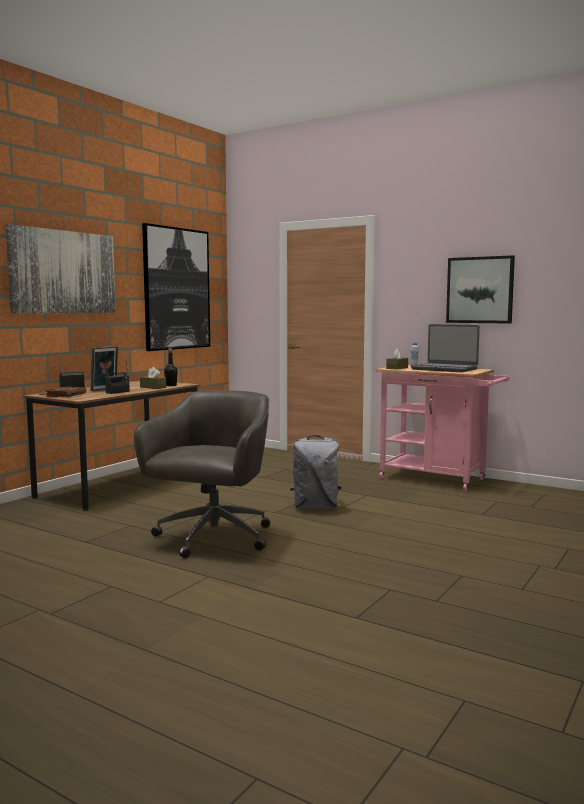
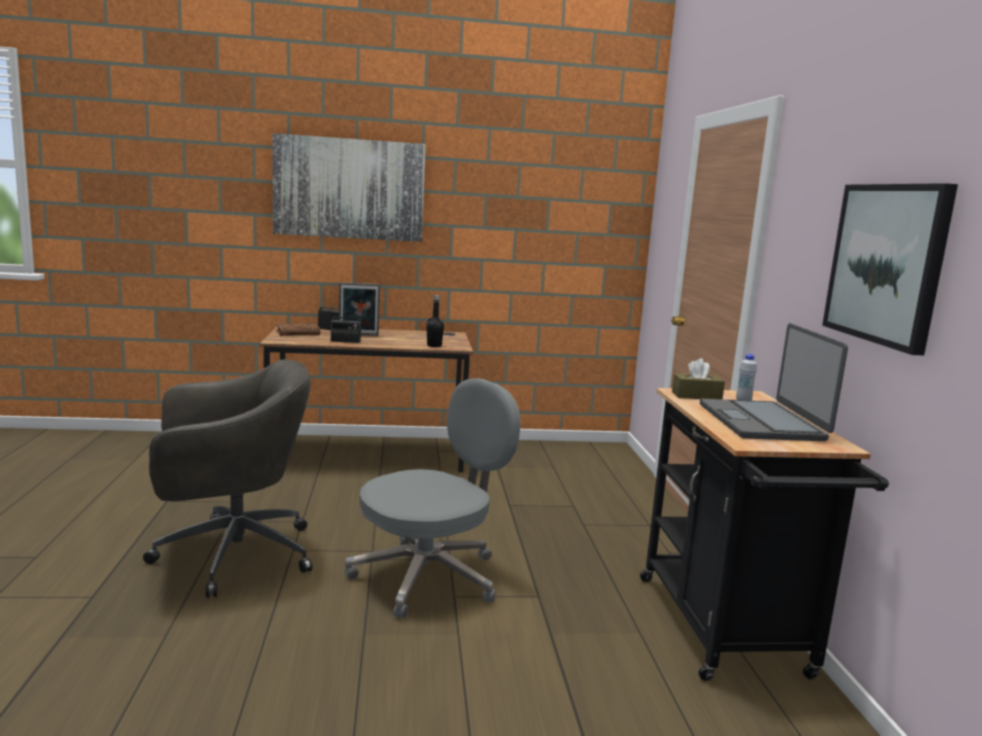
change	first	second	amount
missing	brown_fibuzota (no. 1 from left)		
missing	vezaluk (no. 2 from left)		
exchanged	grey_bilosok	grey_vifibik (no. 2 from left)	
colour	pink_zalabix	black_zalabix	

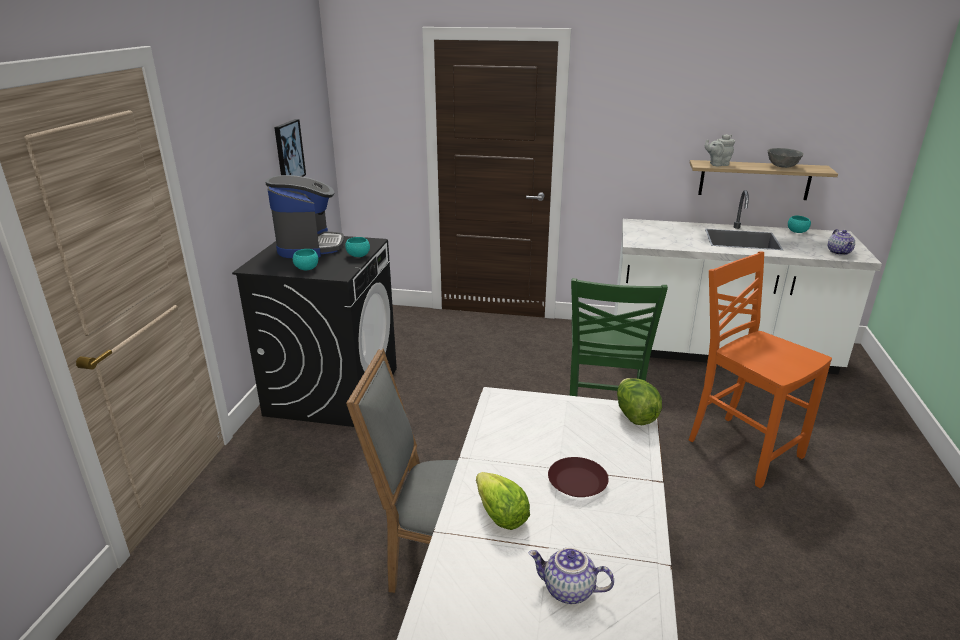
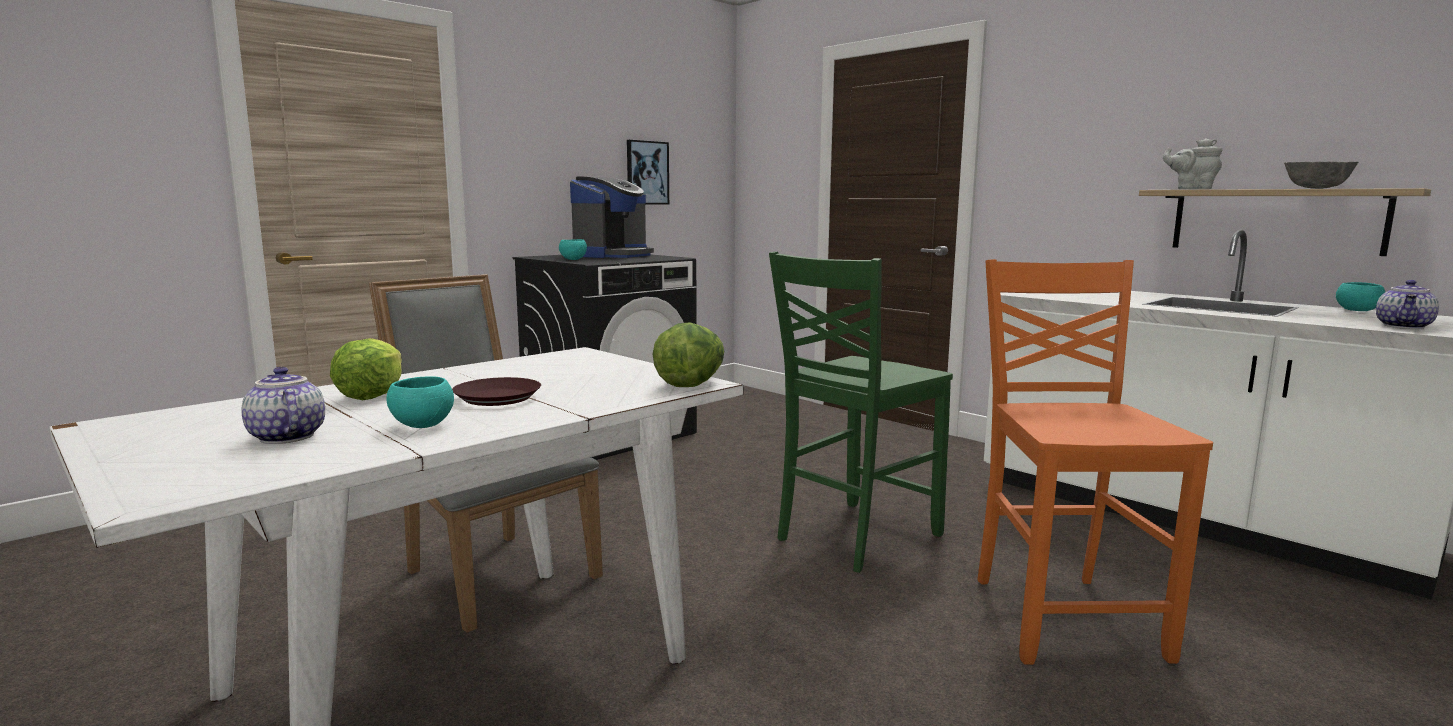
change	first	second	amount
relocated	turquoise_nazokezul (no. 2 from left in the first image)	turquoise_nazokezul (no. 1 from left)	

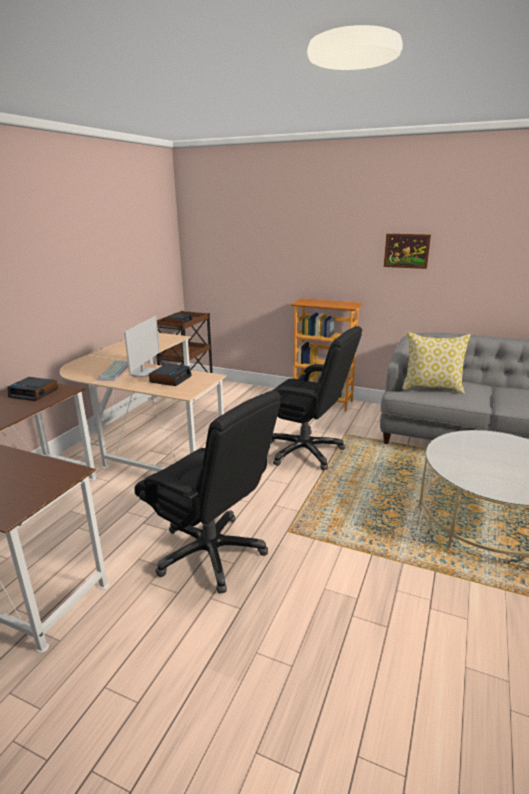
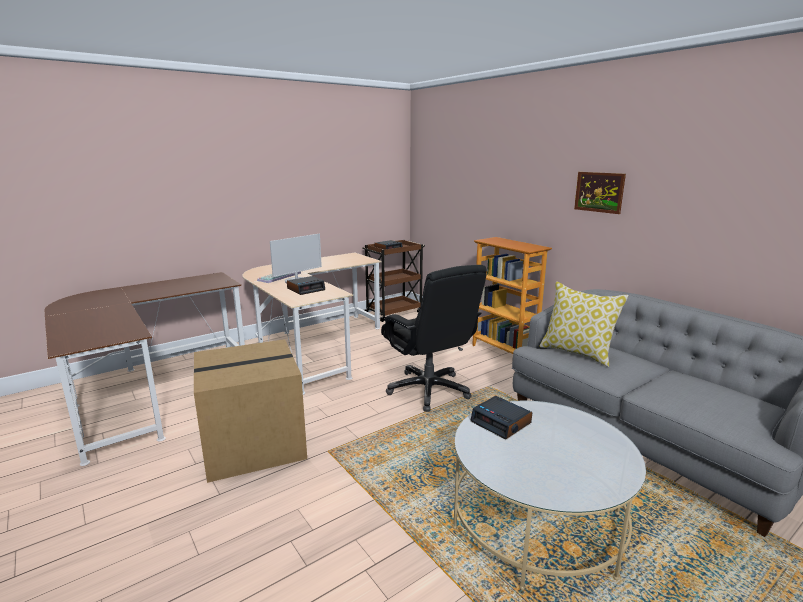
change	first	second	amount
relocated	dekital (no. 1 from left in the first image)	dekital (no. 3 from left)	
exchanged	black_vifibik (no. 1 from left)	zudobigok	

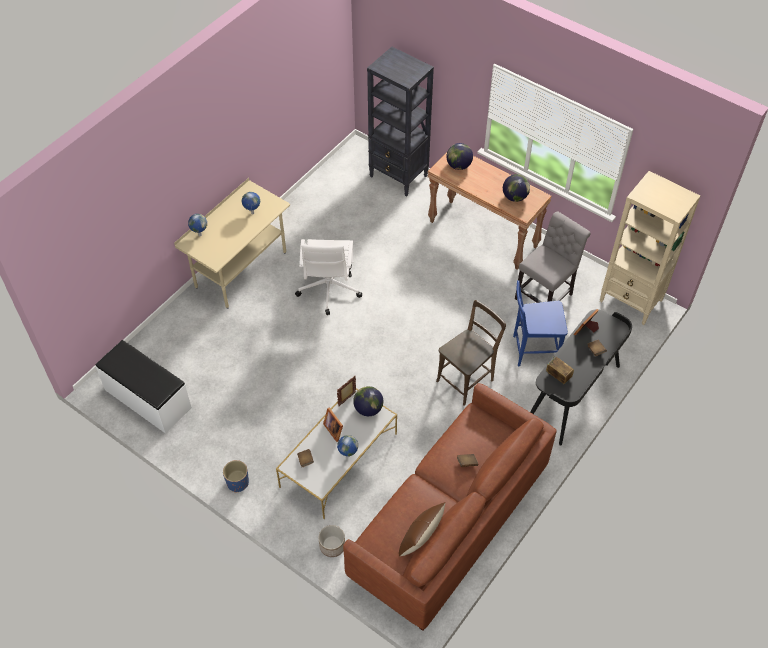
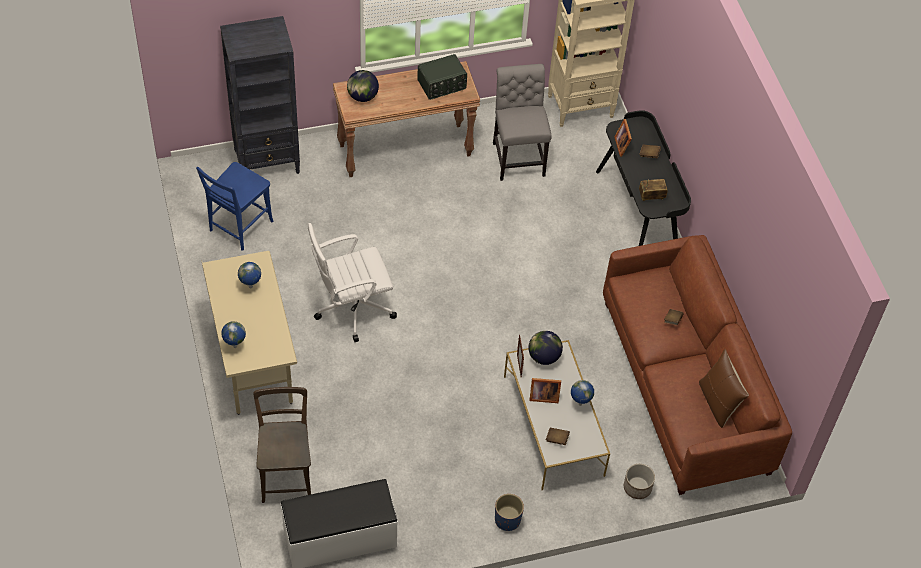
change	first	second	amount
relocated	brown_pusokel		
relocated	blue_pusokel		
exchanged	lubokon (no. 6 from left)	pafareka (no. 1 from left)	
spun	white_vifibik		120 degrees clockwise

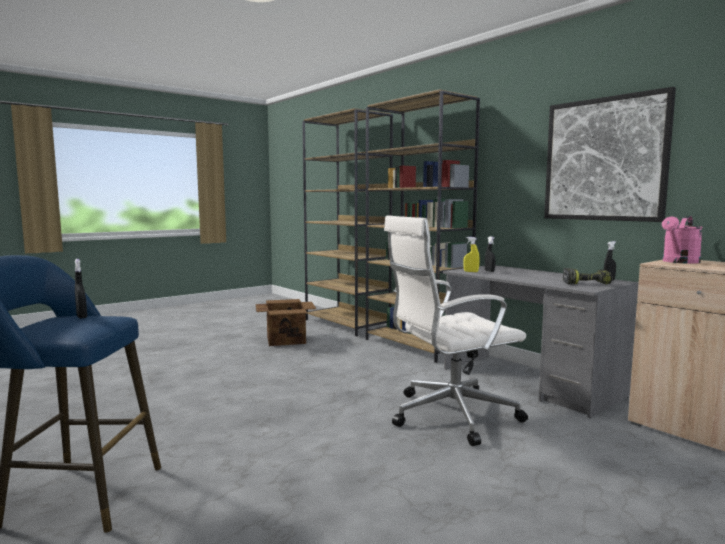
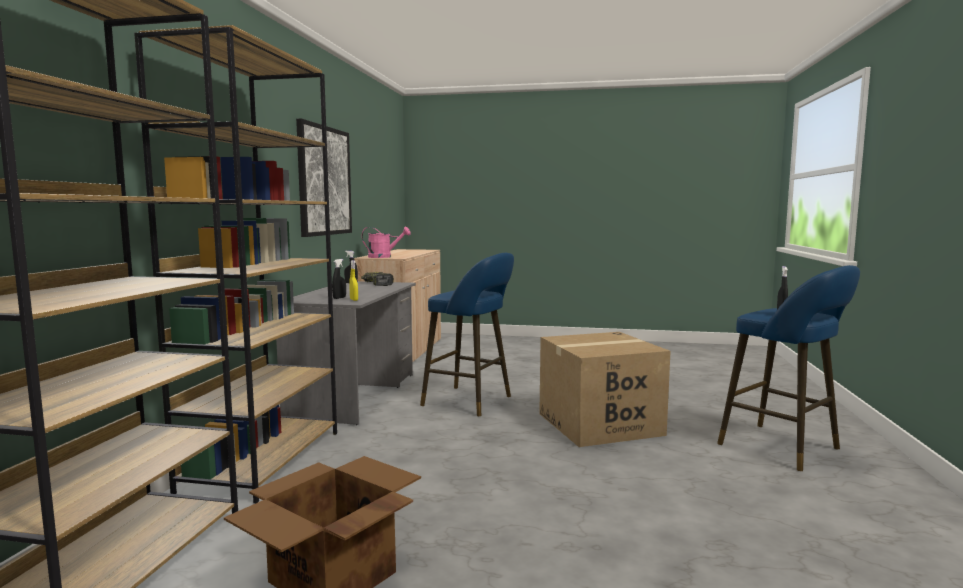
change	first	second	amount
appeared		zudobigok (no. 2 from left)	
exchanged	white_vifibik	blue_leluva (no. 1 from left)	

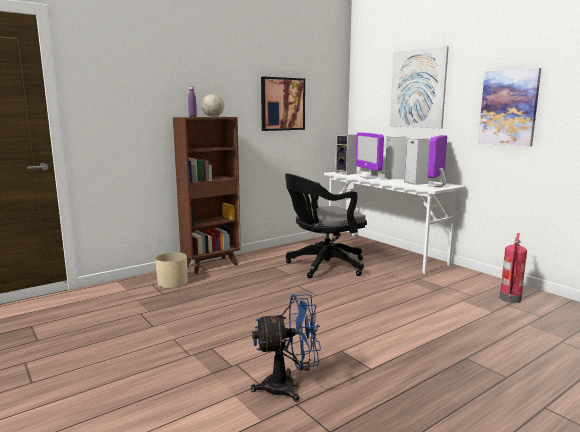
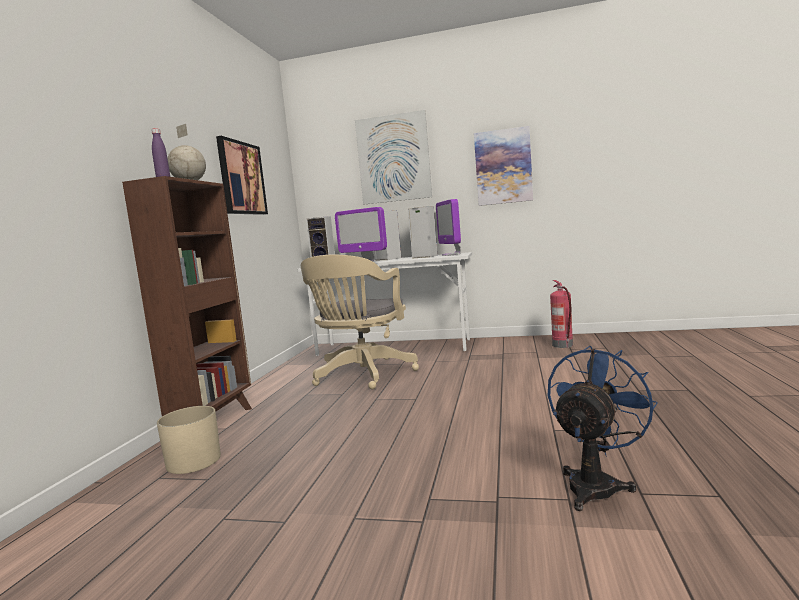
change	first	second	amount
colour	black_vifibik	beige_vifibik	

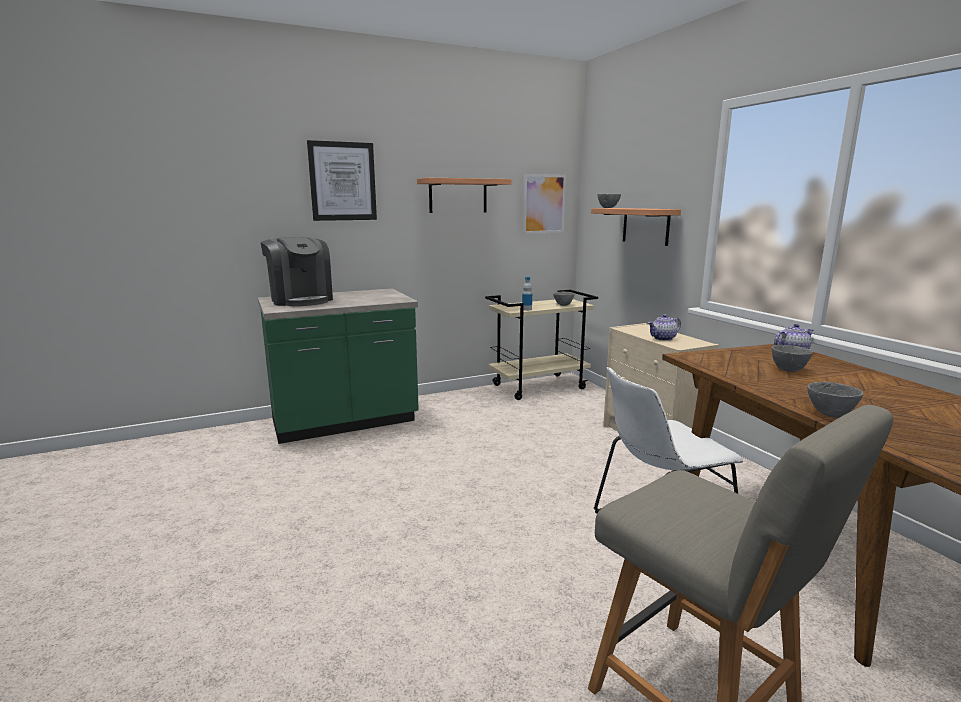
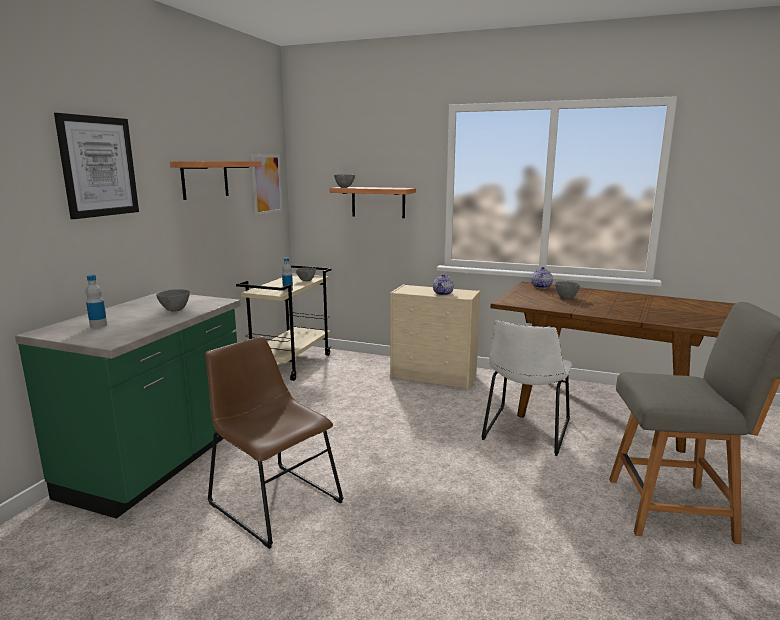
change	first	second	amount
appeared		brown_pusokel	
relocated	grey_nazokezul (no. 4 from left in the first image)	grey_nazokezul (no. 1 from left)	
exchanged	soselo	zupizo (no. 1 from left)	

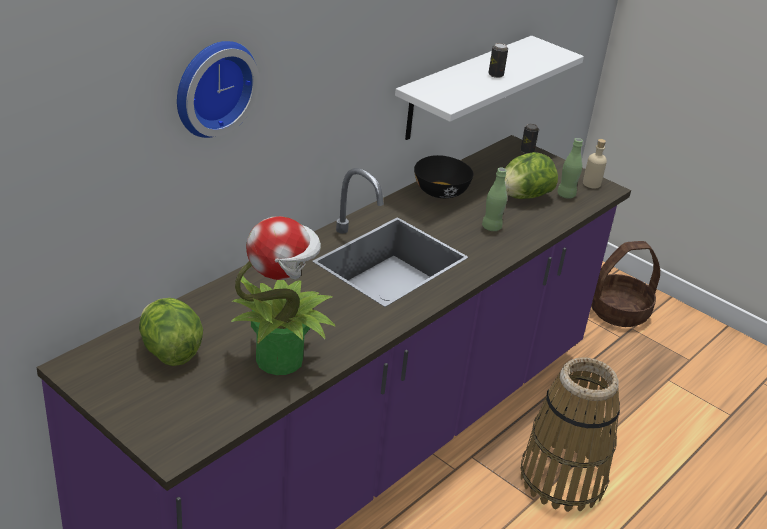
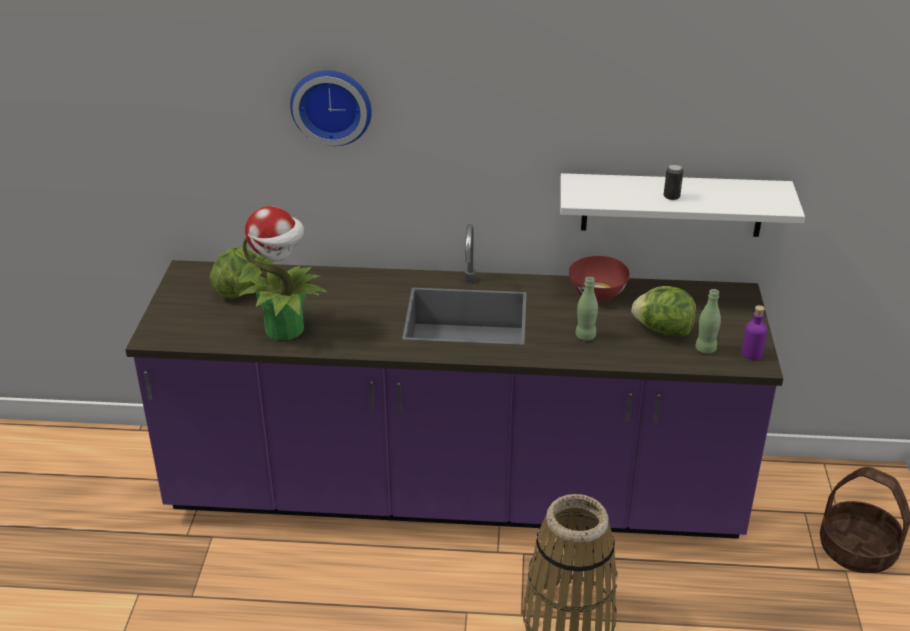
change	first	second	amount
missing	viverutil (no. 2 from left)		
colour	black_nazokezul	red_nazokezul	
colour	beige_zupizo	purple_zupizo	

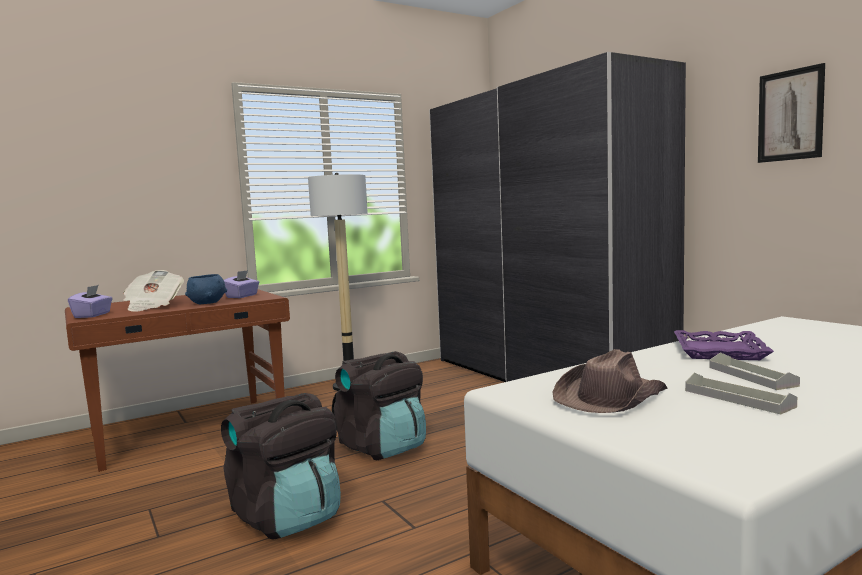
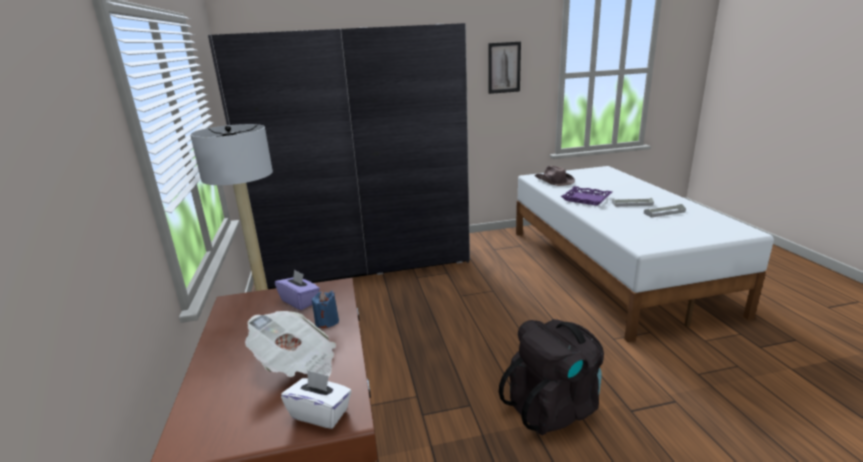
change	first	second	amount
missing	black_bilosok (no. 2 from left)		
relocated	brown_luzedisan		
exchanged	blue_nazokezul	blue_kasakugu	
colour	purple_fibuzota (no. 1 from left)	white_fibuzota	

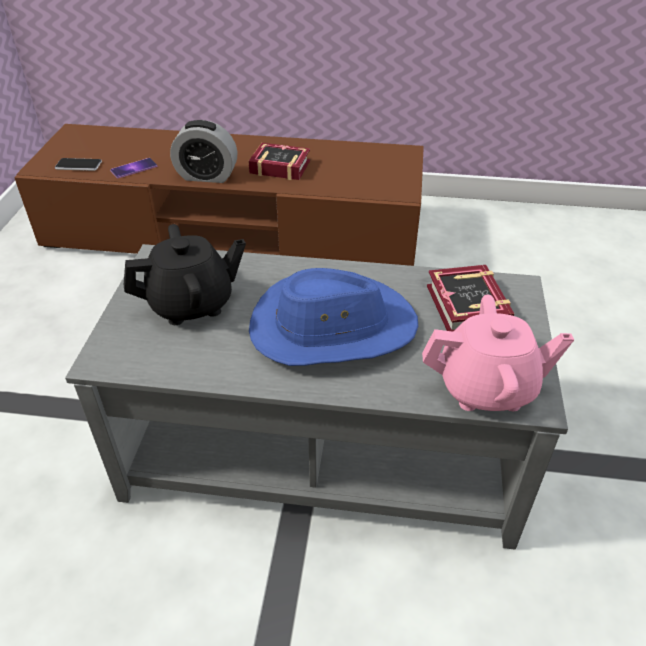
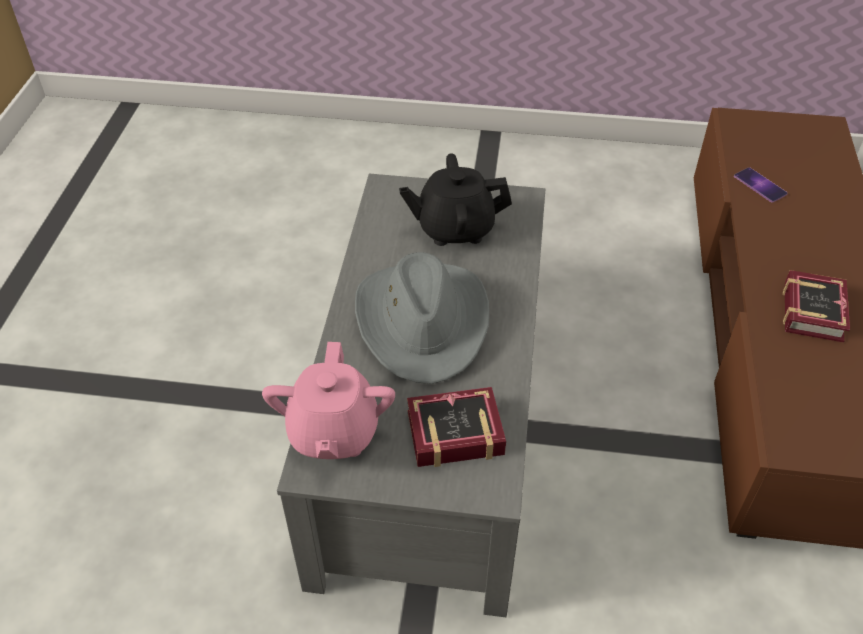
change	first	second	amount
missing	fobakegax (no. 1 from left)		
missing	dekital		
colour	blue_luzedisan	grey_luzedisan	
spun	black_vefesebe		105 degrees clockwise

